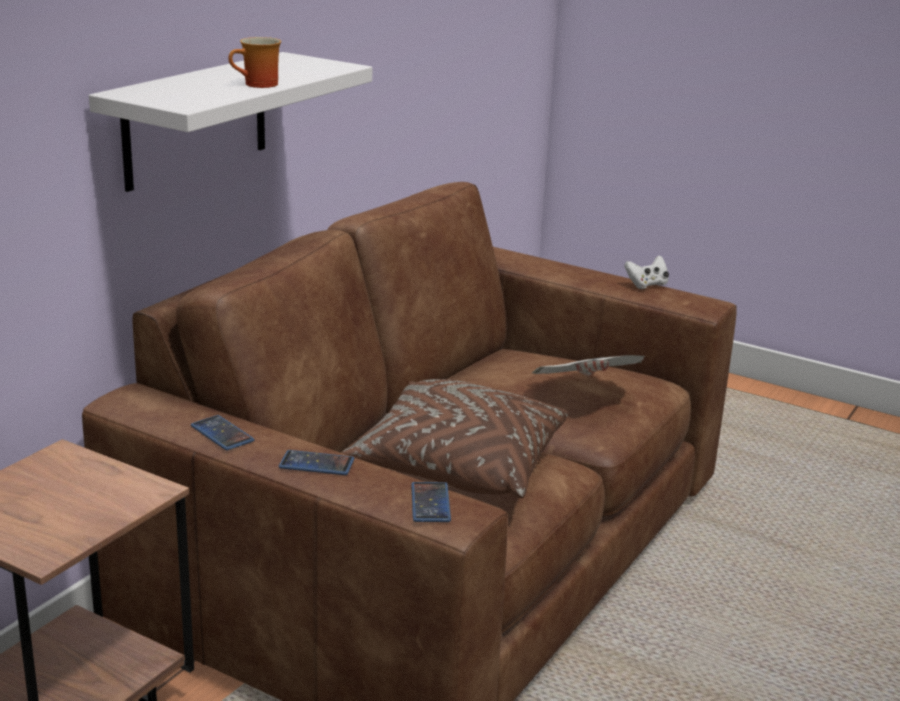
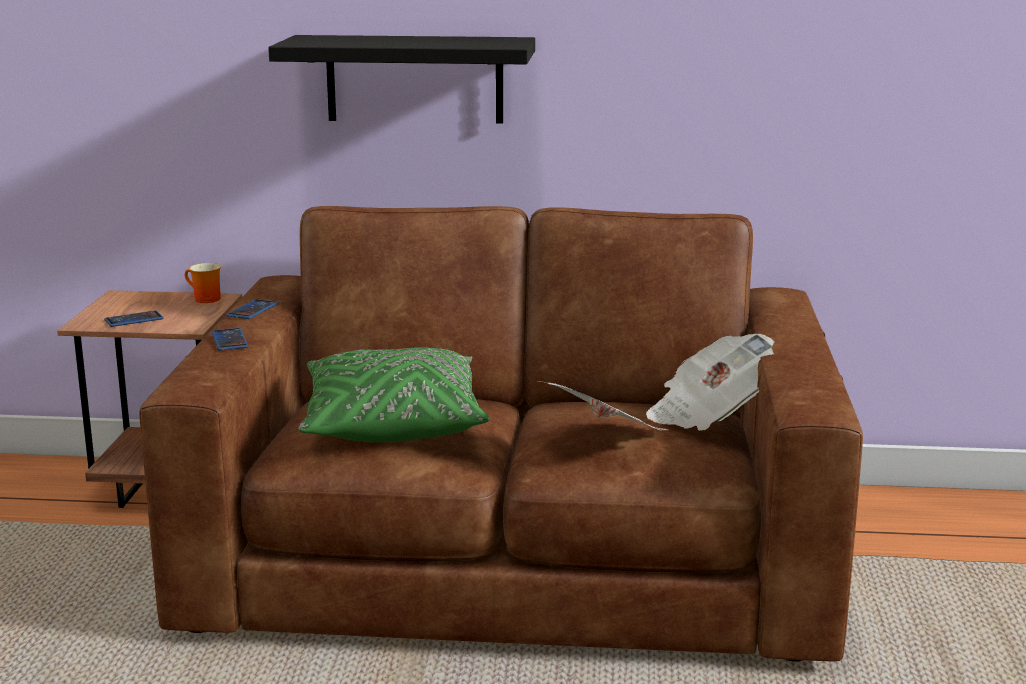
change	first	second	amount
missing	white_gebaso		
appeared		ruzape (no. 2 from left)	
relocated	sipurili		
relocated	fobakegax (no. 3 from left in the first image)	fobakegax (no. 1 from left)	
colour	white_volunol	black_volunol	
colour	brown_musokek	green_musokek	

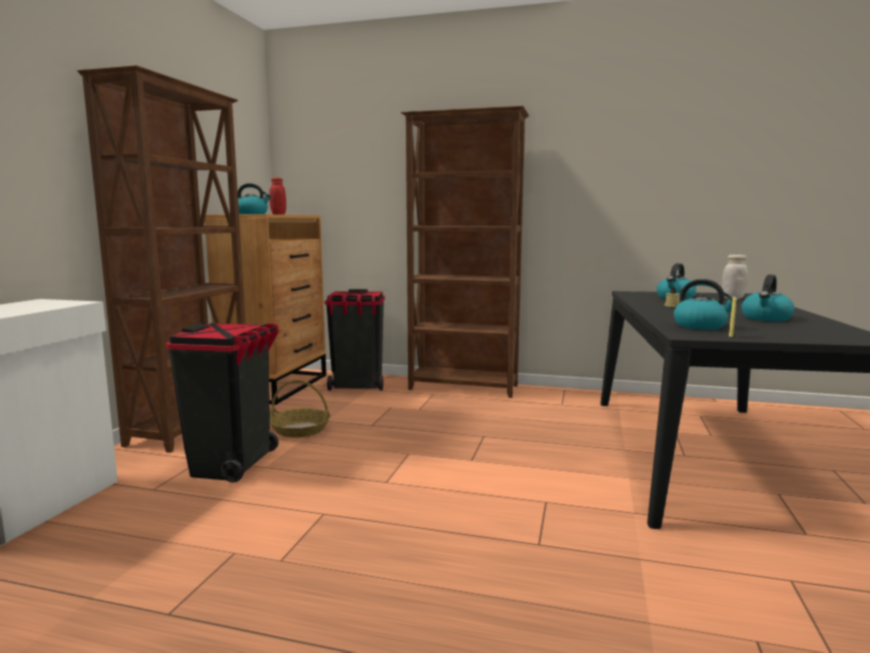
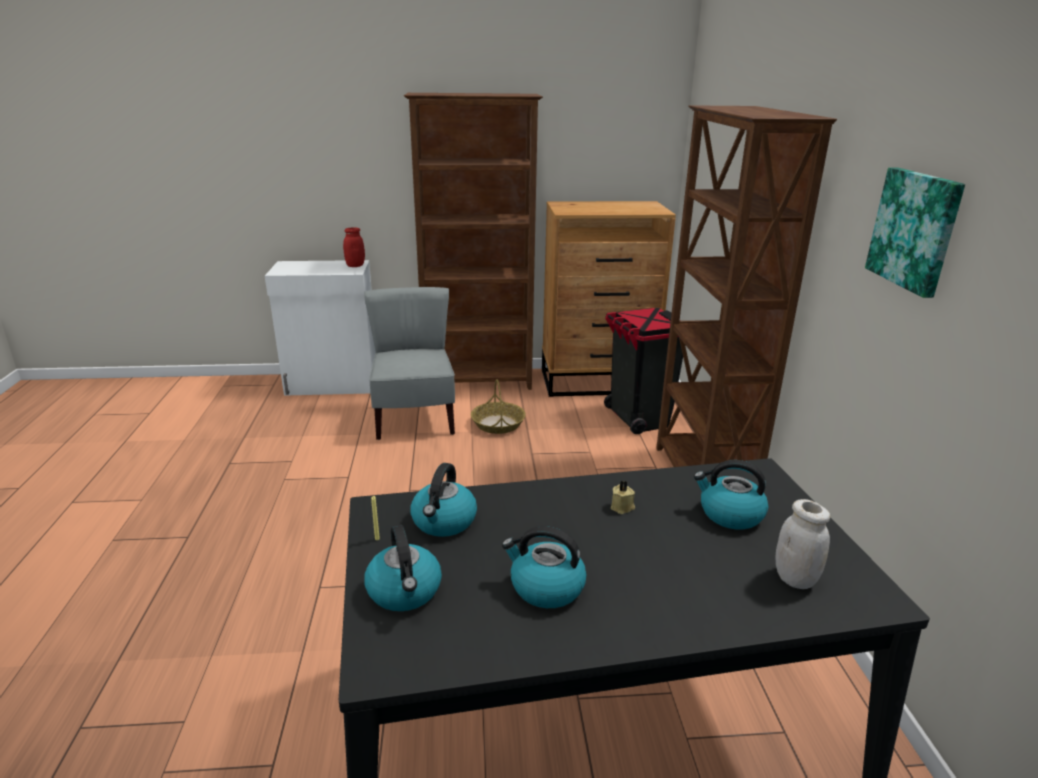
change	first	second	amount
appeared		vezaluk	
relocated	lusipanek (no. 1 from left)		
relocated	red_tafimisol		
exchanged	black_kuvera (no. 1 from left)	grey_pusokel	

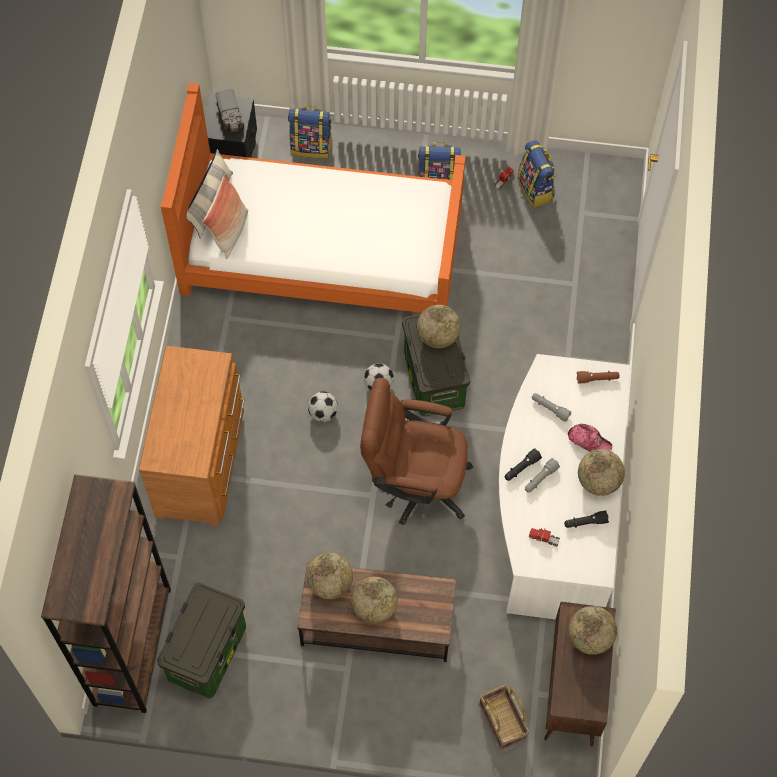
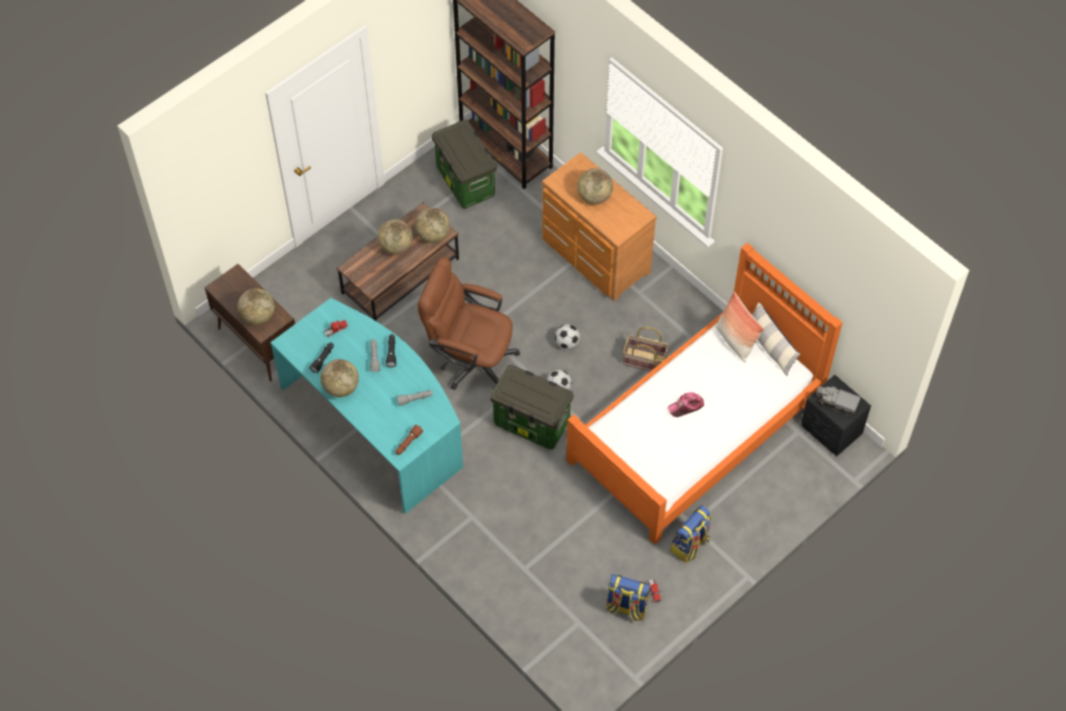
change	first	second	amount
missing	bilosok (no. 1 from left)		
relocated	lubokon (no. 3 from left in the first image)	lubokon (no. 5 from left)	
relocated	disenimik		
relocated	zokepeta		
colour	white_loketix	turquoise_loketix	
spun	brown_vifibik		120 degrees counterclockwise

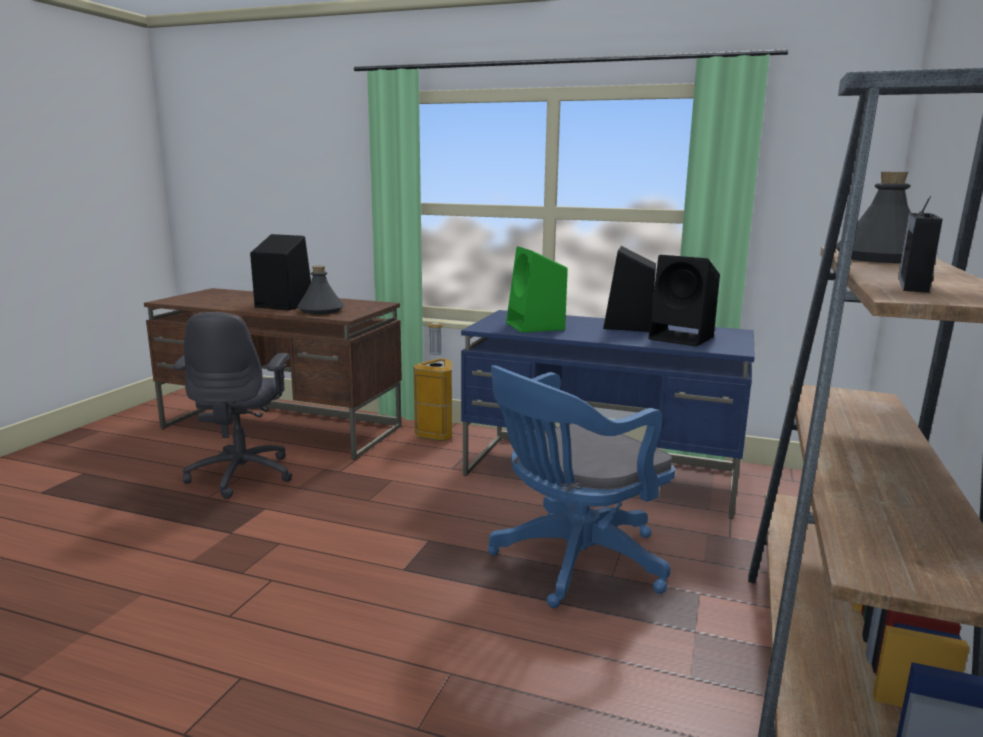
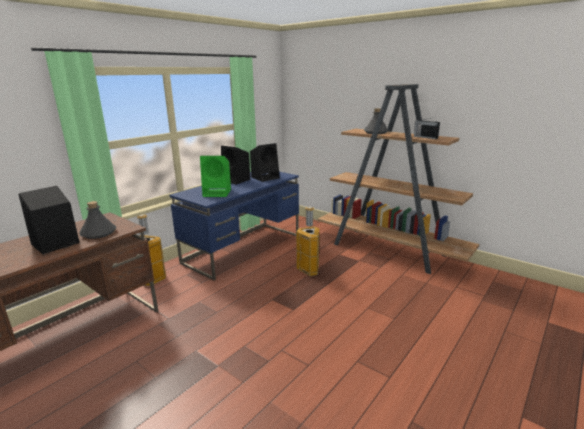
change	first	second	amount
missing	grey_vifibik		
exchanged	blue_vifibik	kuvera (no. 2 from left)	

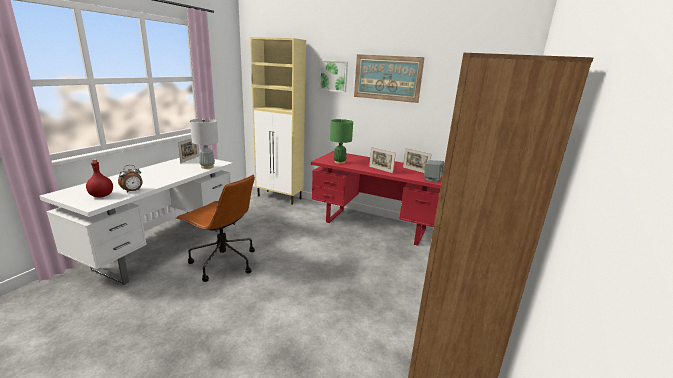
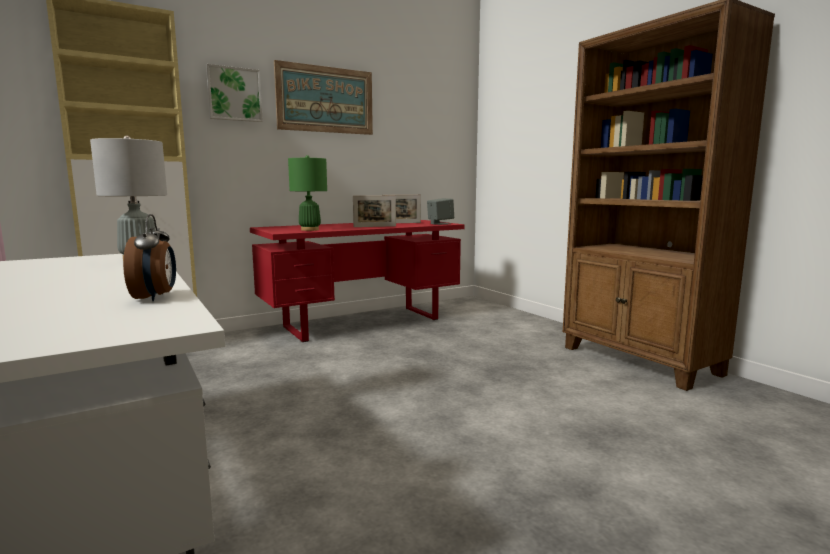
change	first	second	amount
missing	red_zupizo		
missing	brown_vifibik		
missing	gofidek (no. 1 from left)		

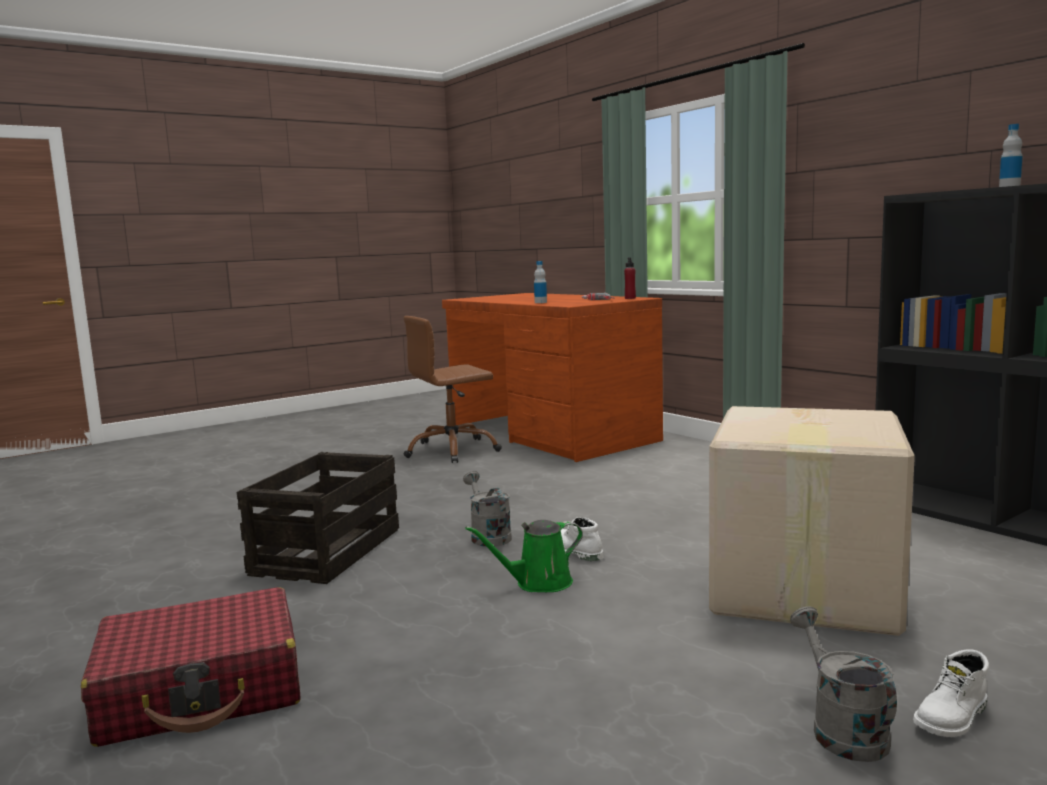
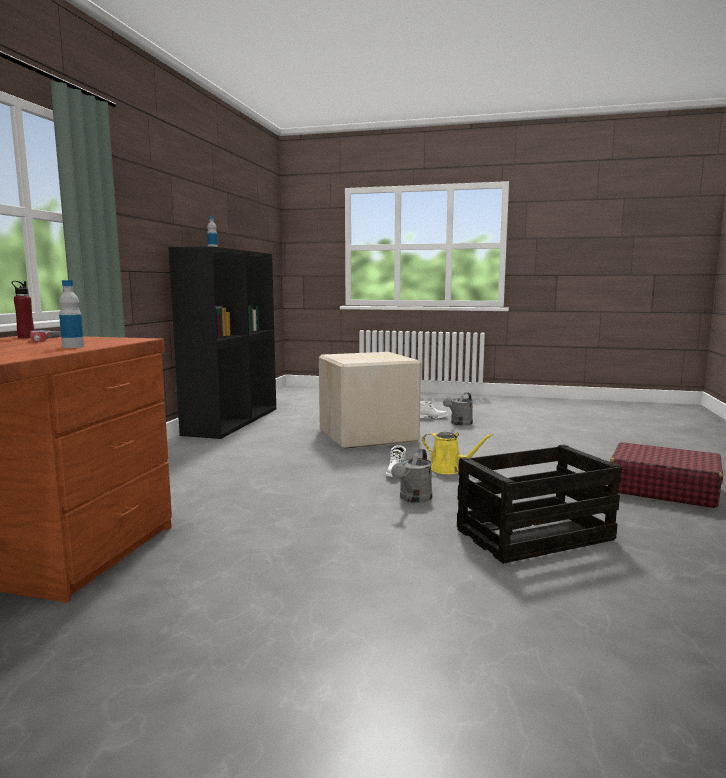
change	first	second	amount
missing	brown_vifibik		
colour	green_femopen	yellow_femopen	

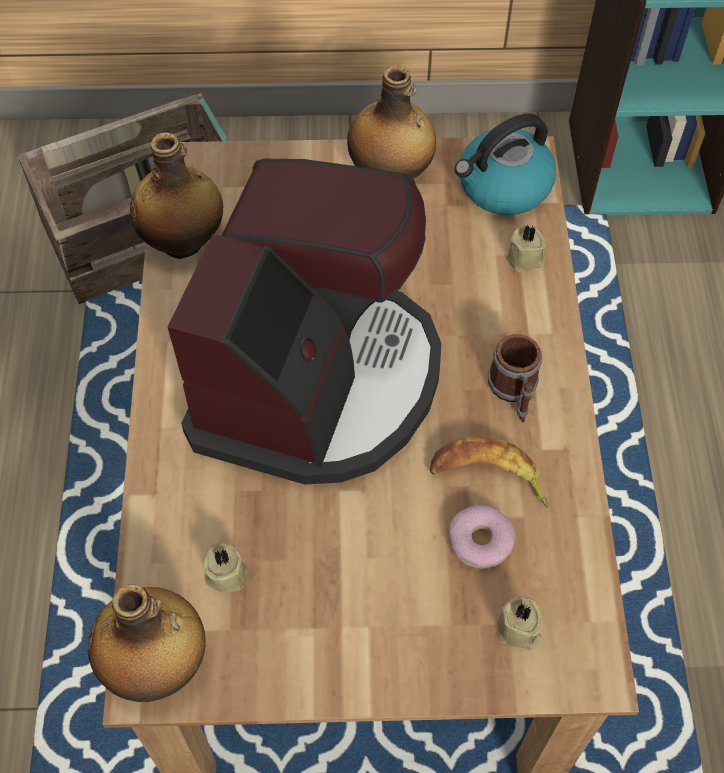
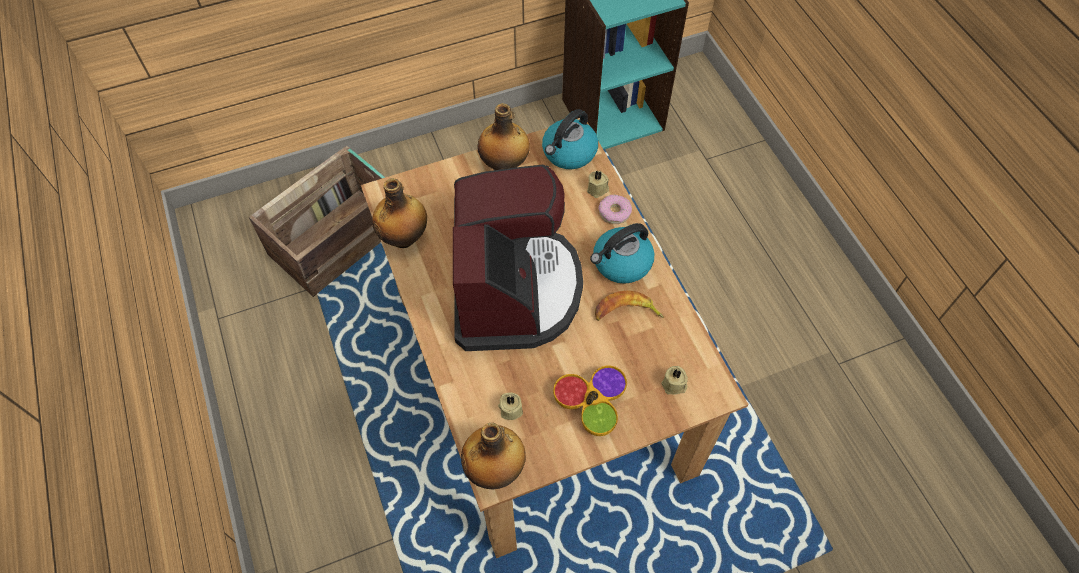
change	first	second	amount
appeared		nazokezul	
relocated	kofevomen		
exchanged	sipurili	lusipanek (no. 2 from left)	

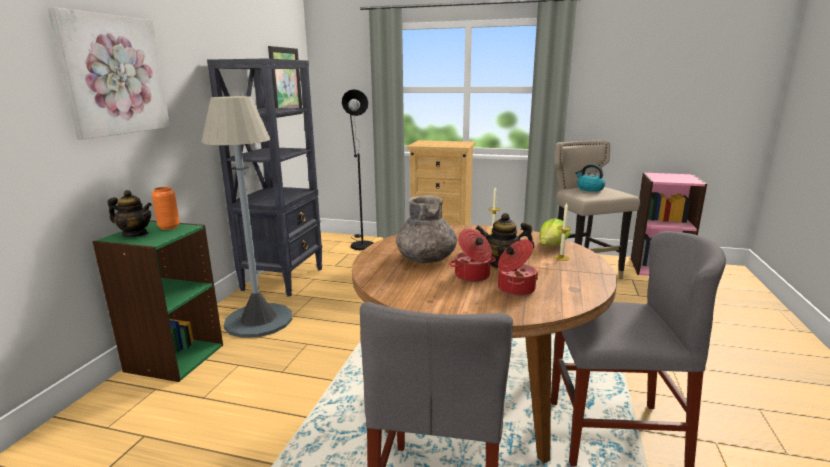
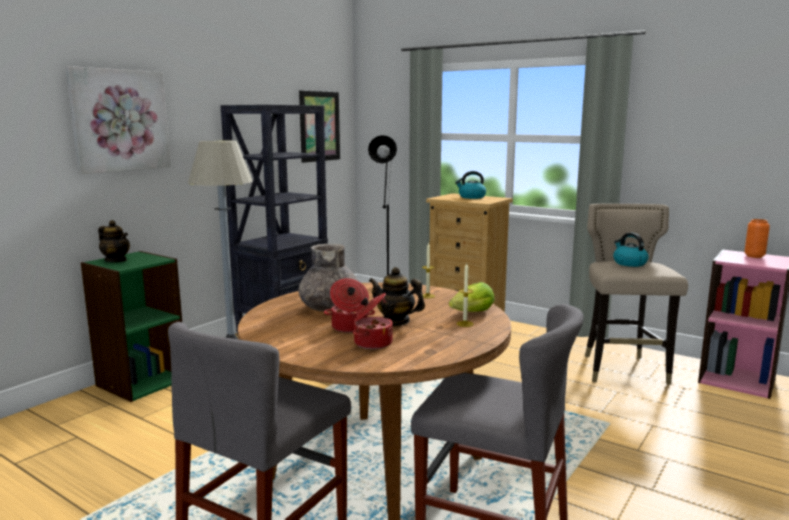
change	first	second	amount
appeared		lusipanek (no. 1 from left)	
relocated	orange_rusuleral		

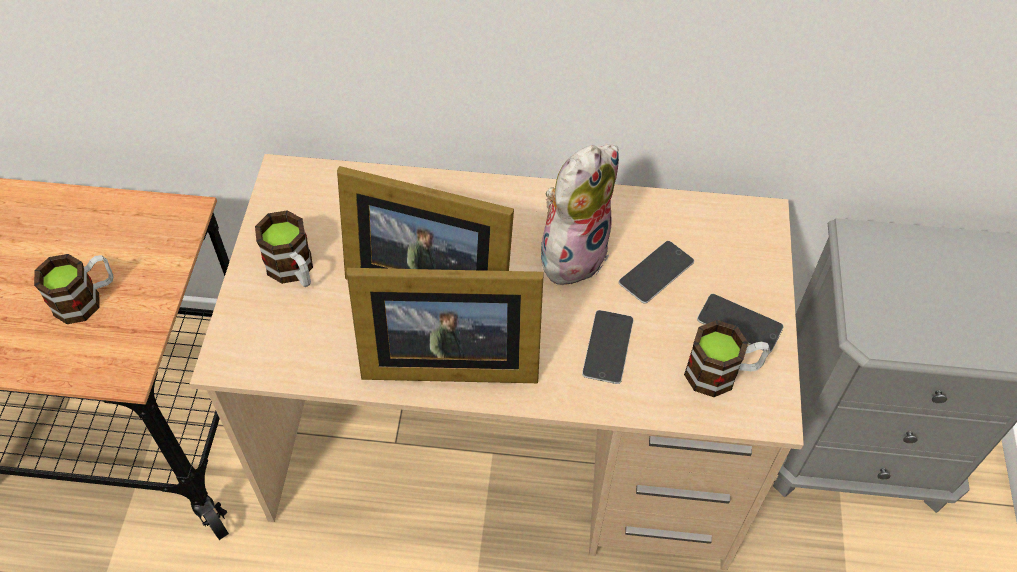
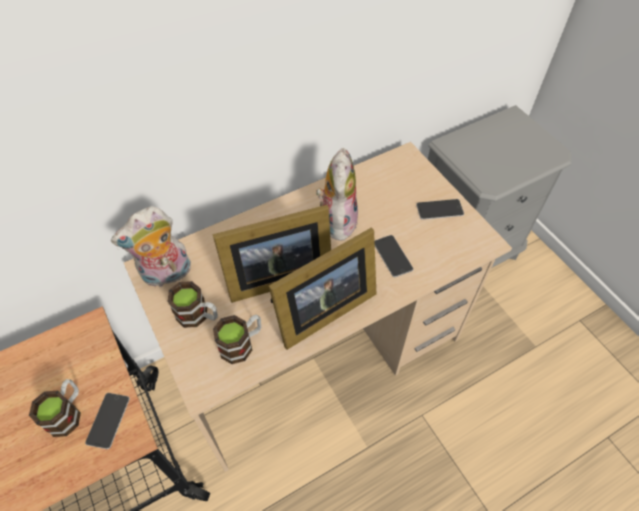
change	first	second	amount
appeared		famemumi (no. 1 from left)	
relocated	fobakegax (no. 2 from left in the first image)	fobakegax (no. 1 from left)	
relocated	sipurili (no. 3 from left)		

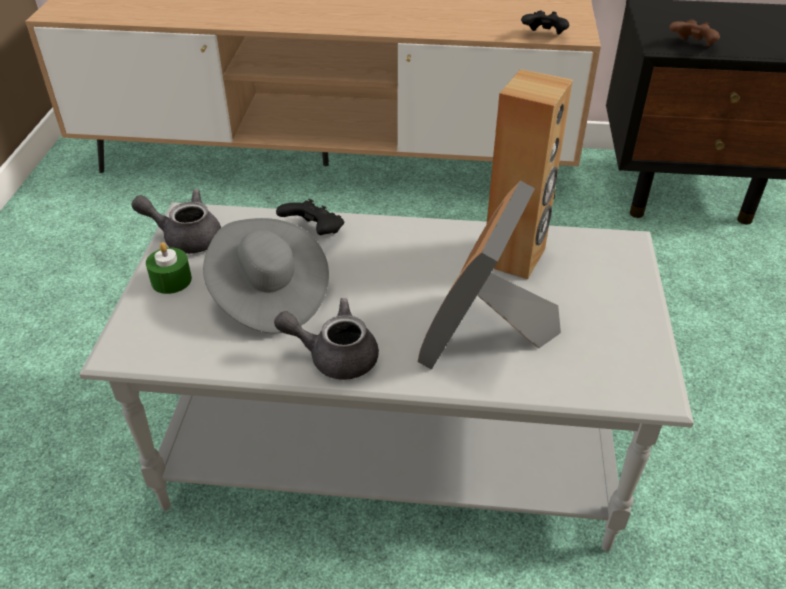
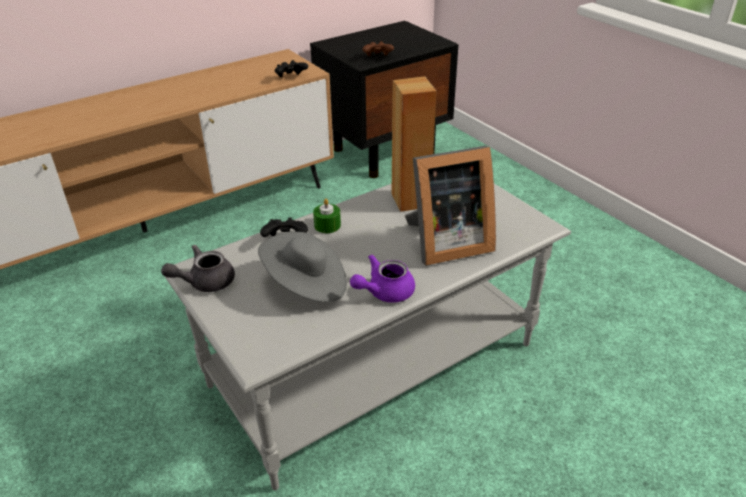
change	first	second	amount
relocated	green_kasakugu		
colour	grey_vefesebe (no. 2 from left)	purple_vefesebe	
spun	gofidek		90 degrees counterclockwise

